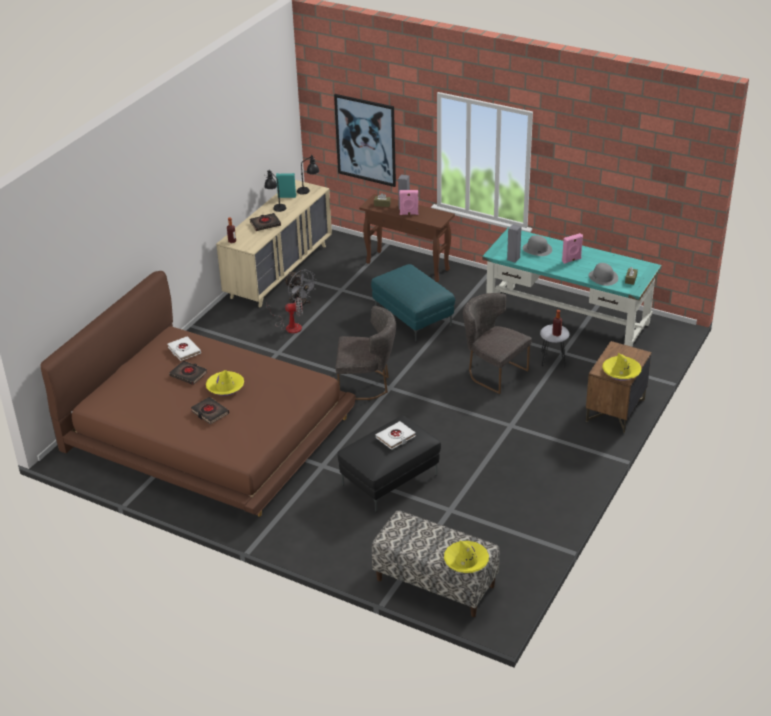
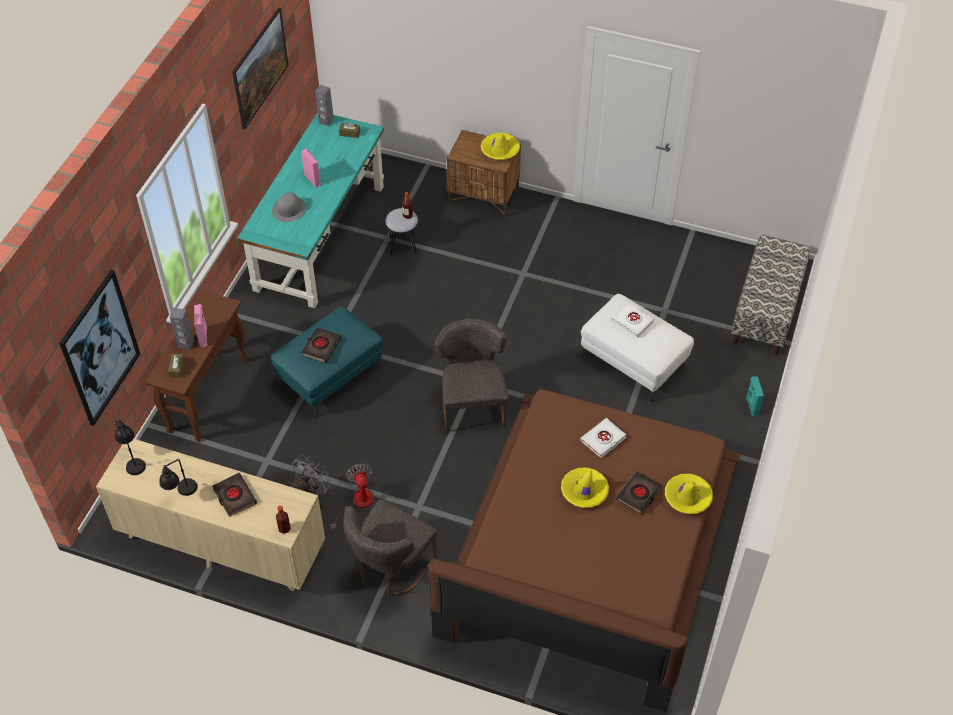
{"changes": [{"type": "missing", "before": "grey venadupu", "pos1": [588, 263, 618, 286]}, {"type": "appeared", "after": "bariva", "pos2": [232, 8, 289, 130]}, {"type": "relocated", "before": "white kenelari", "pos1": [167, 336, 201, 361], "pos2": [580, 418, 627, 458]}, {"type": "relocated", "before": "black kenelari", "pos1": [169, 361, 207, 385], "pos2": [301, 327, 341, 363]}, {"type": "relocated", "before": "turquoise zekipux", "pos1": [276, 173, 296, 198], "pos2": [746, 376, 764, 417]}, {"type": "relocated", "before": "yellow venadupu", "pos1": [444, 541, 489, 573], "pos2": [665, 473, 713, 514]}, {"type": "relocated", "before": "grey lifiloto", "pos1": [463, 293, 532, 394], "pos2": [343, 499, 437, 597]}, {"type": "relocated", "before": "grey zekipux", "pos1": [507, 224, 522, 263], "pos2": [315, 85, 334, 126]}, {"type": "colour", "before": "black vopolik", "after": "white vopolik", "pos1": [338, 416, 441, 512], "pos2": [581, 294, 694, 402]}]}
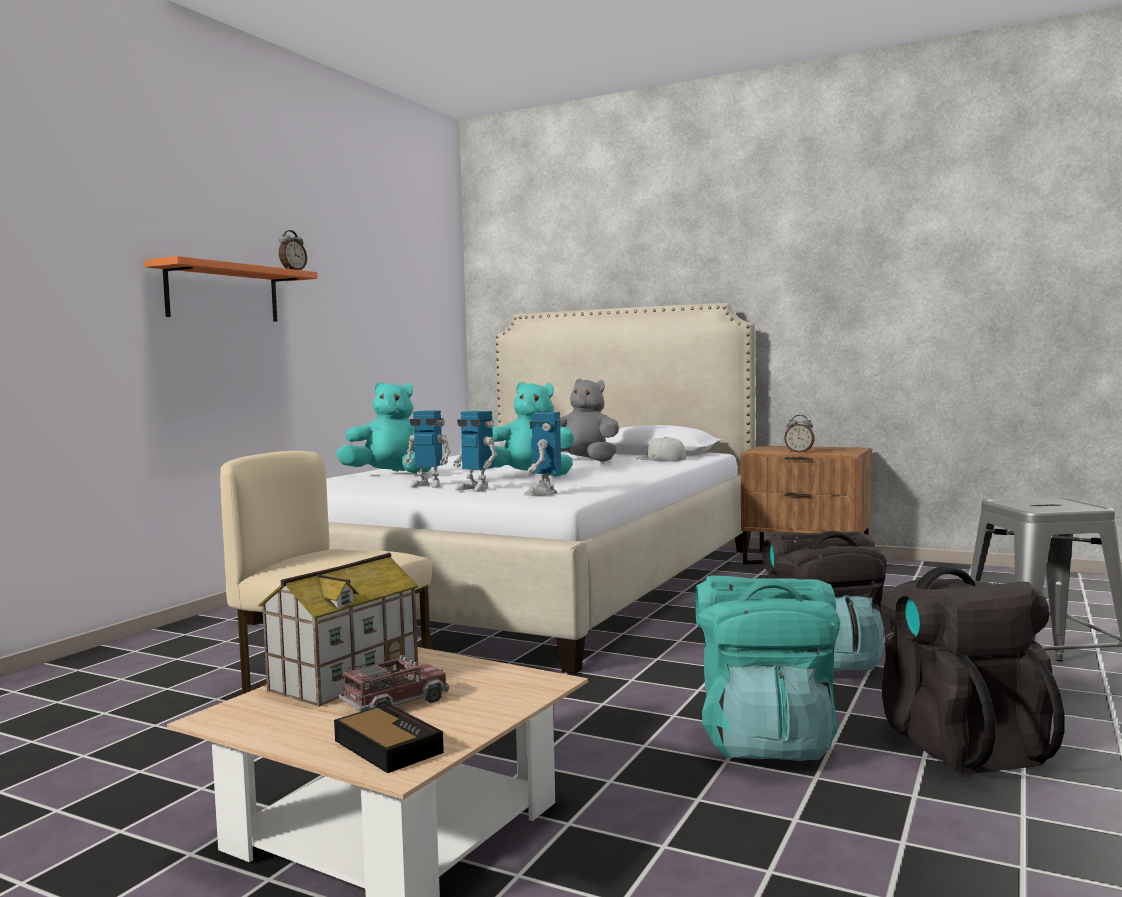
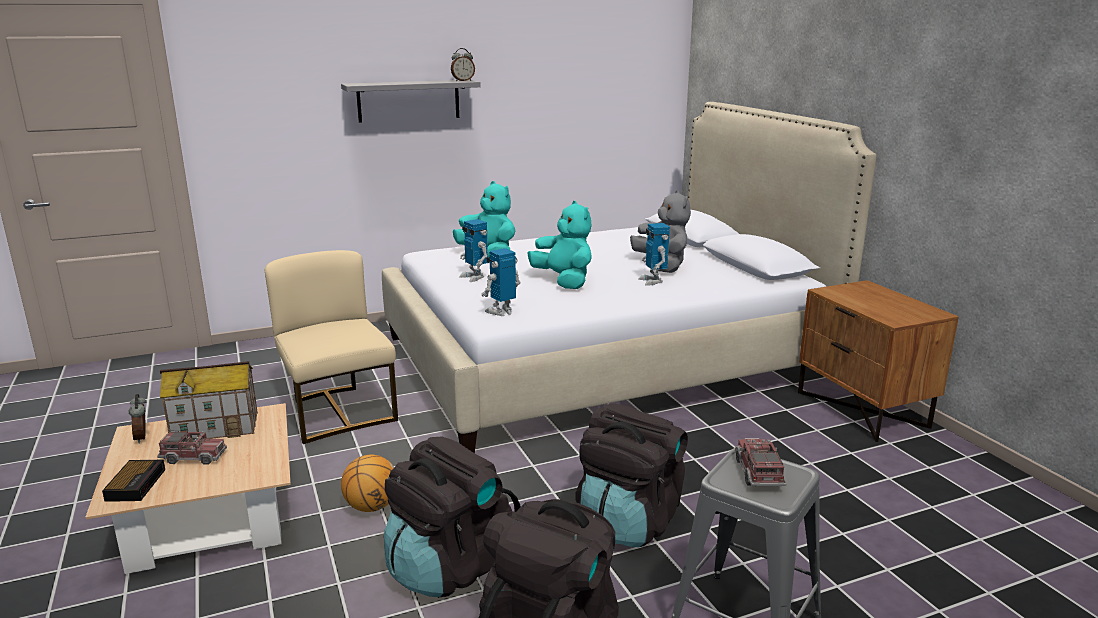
{"changes": [{"type": "missing", "before": "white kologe", "pos1": [636, 437, 686, 461]}, {"type": "appeared", "after": "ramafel", "pos2": [341, 455, 394, 512]}, {"type": "appeared", "after": "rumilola", "pos2": [735, 438, 787, 486]}, {"type": "relocated", "before": "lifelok", "pos1": [453, 411, 497, 492], "pos2": [639, 223, 670, 286]}, {"type": "relocated", "before": "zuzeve", "pos1": [784, 415, 815, 453], "pos2": [128, 394, 146, 444]}, {"type": "colour", "before": "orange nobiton", "after": "grey nobiton", "pos1": [145, 256, 318, 322], "pos2": [341, 80, 481, 123]}, {"type": "colour", "before": "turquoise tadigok", "after": "black tadigok", "pos1": [695, 575, 840, 761], "pos2": [384, 437, 521, 597]}]}
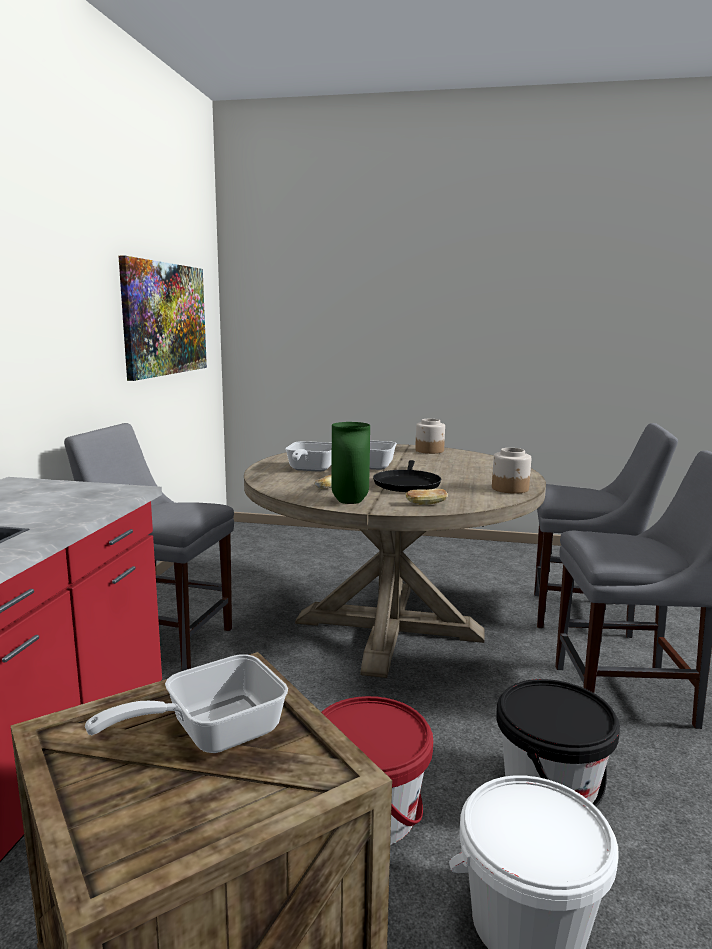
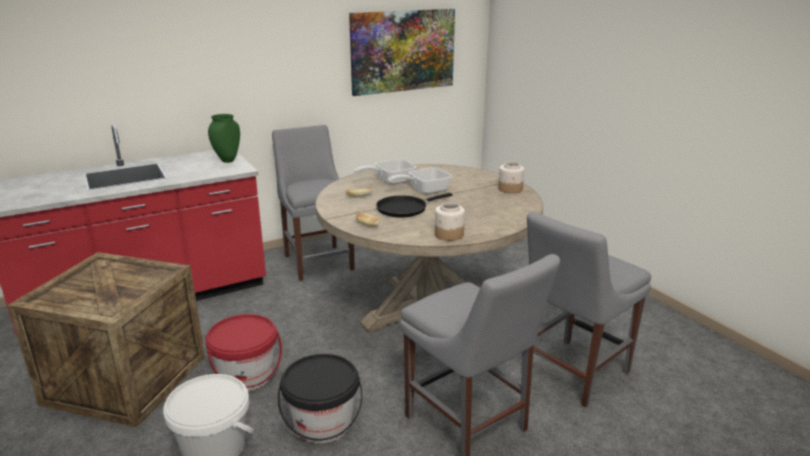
{"changes": [{"type": "missing", "before": "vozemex", "pos1": [85, 654, 288, 753]}, {"type": "relocated", "before": "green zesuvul", "pos1": [331, 422, 370, 504], "pos2": [208, 114, 240, 163]}, {"type": "spun", "before": "grey lifiloto", "pos1": [534, 423, 678, 638], "pos2": [521, 211, 651, 408], "turn": 75}]}
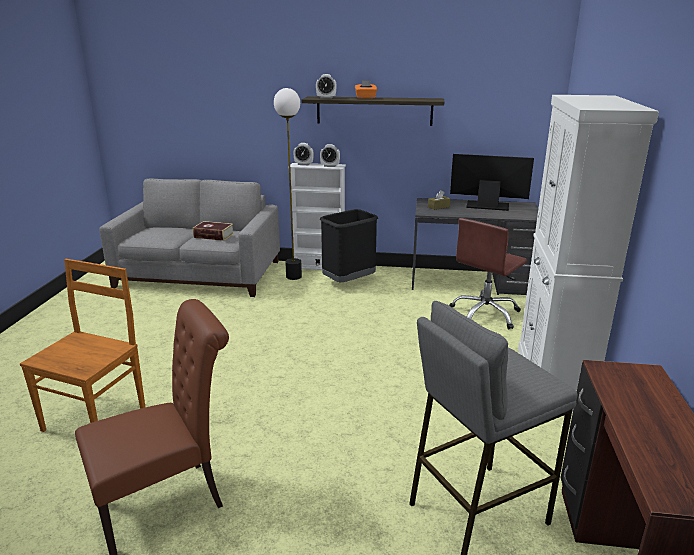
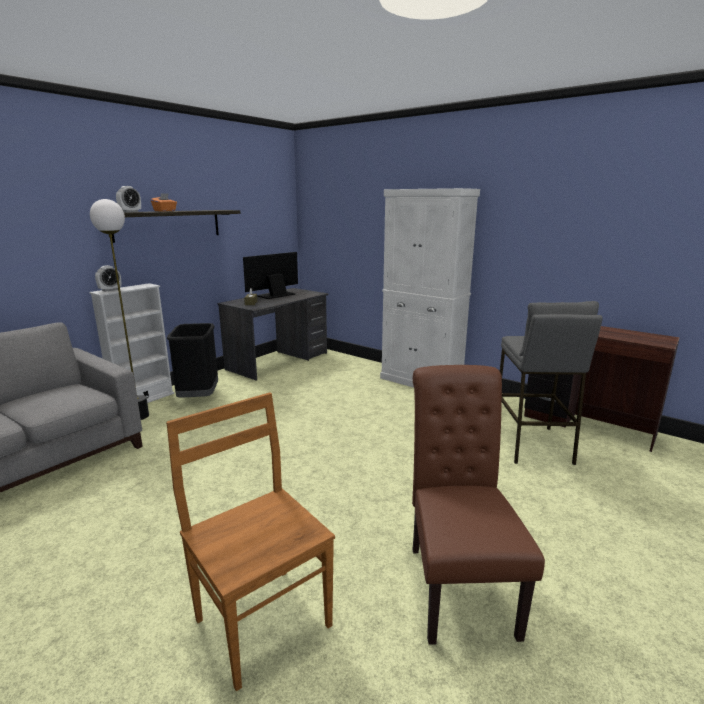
{"changes": [{"type": "missing", "before": "kenelari", "pos1": [193, 221, 234, 241]}, {"type": "missing", "before": "zuzeve", "pos1": [320, 144, 340, 167]}, {"type": "missing", "before": "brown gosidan", "pos1": [449, 218, 527, 329]}]}
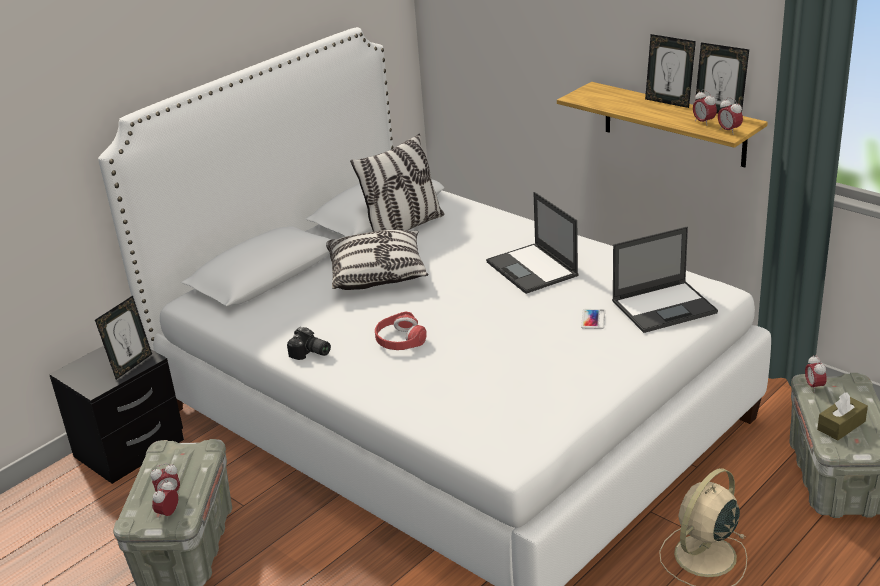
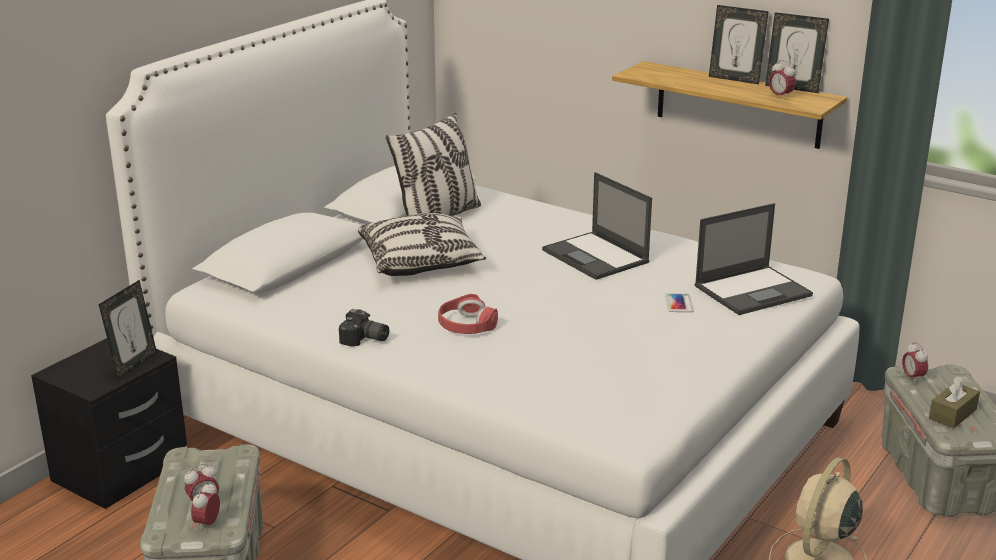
{"changes": [{"type": "missing", "before": "zuzeve", "pos1": [718, 97, 743, 135]}]}
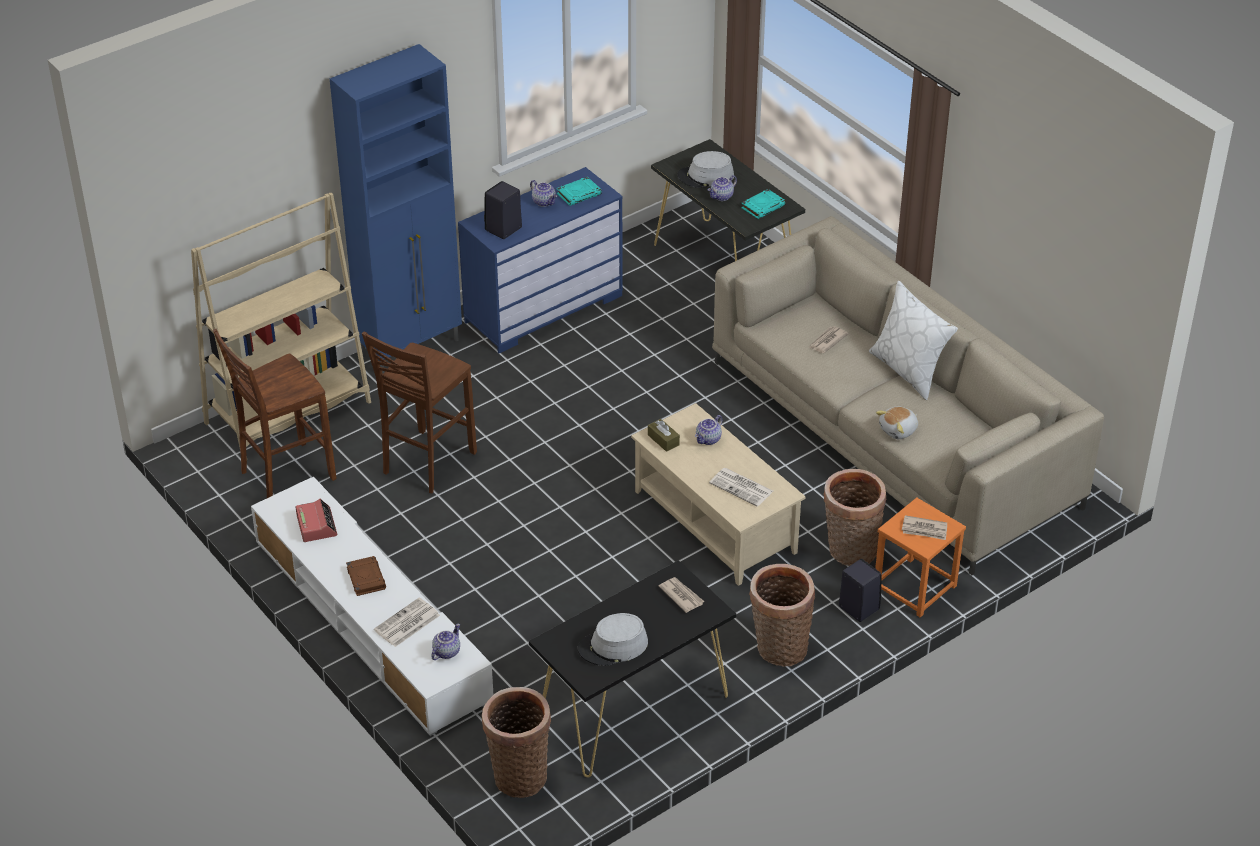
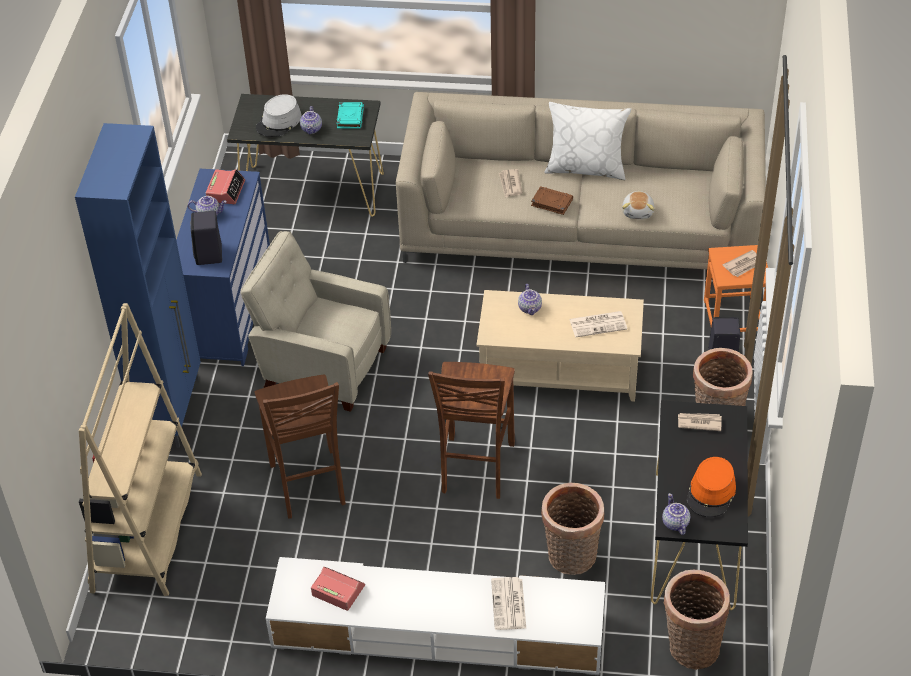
{"changes": [{"type": "missing", "before": "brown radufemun", "pos1": [648, 419, 680, 452]}, {"type": "appeared", "after": "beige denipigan", "pos2": [241, 231, 391, 412]}, {"type": "relocated", "before": "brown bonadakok", "pos1": [213, 329, 336, 498], "pos2": [428, 362, 515, 499]}, {"type": "relocated", "before": "brown kenelari", "pos1": [346, 556, 386, 596], "pos2": [531, 186, 573, 215]}, {"type": "relocated", "before": "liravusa", "pos1": [431, 624, 460, 660], "pos2": [662, 493, 690, 535]}, {"type": "relocated", "before": "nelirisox", "pos1": [823, 469, 887, 566], "pos2": [541, 483, 604, 575]}, {"type": "exchanged", "before": "turquoise kenelari", "after": "zuzeve", "pos1": [557, 177, 602, 206], "pos2": [206, 169, 245, 204]}, {"type": "colour", "before": "grey venadupu", "after": "orange venadupu", "pos1": [578, 613, 648, 666], "pos2": [687, 457, 736, 517]}]}
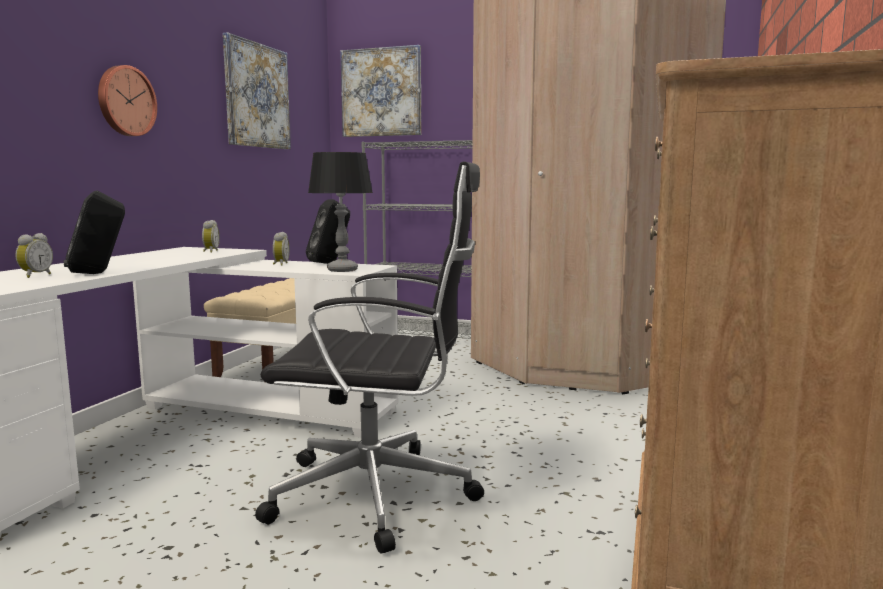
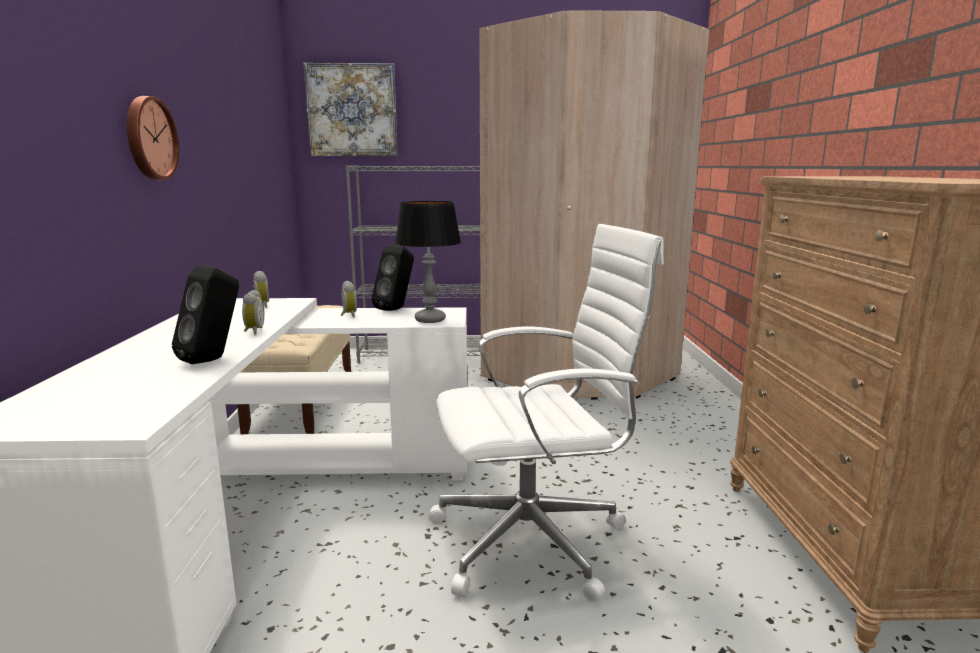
{"changes": [{"type": "missing", "before": "bariva", "pos1": [223, 32, 291, 149]}, {"type": "relocated", "before": "zuzeve", "pos1": [15, 233, 53, 278], "pos2": [242, 290, 264, 335]}, {"type": "colour", "before": "black gosidan", "after": "white gosidan", "pos1": [255, 161, 484, 554], "pos2": [428, 224, 664, 602]}]}
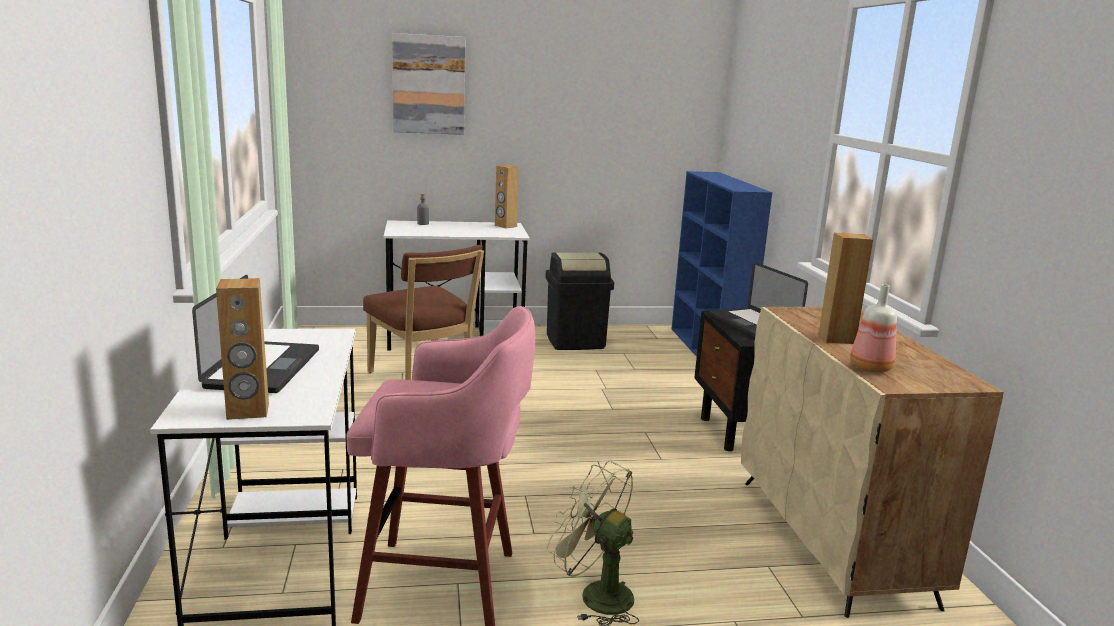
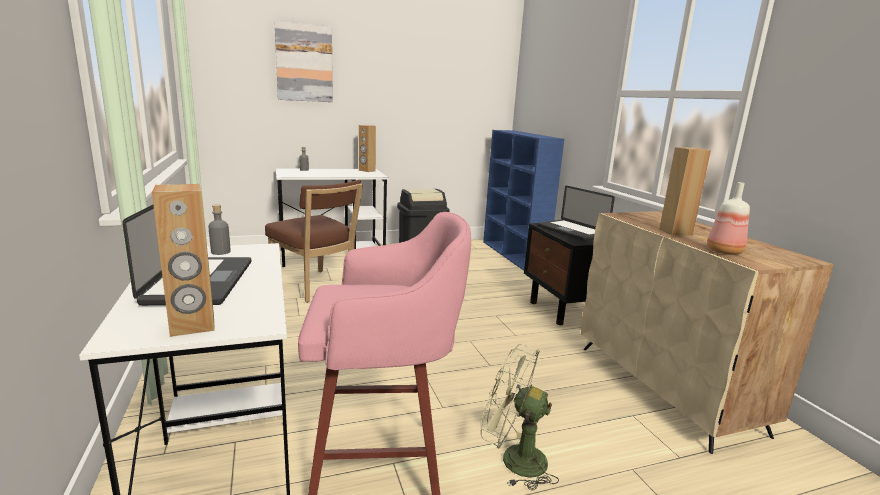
{"changes": [{"type": "appeared", "after": "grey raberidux", "pos2": [208, 204, 231, 255]}]}
